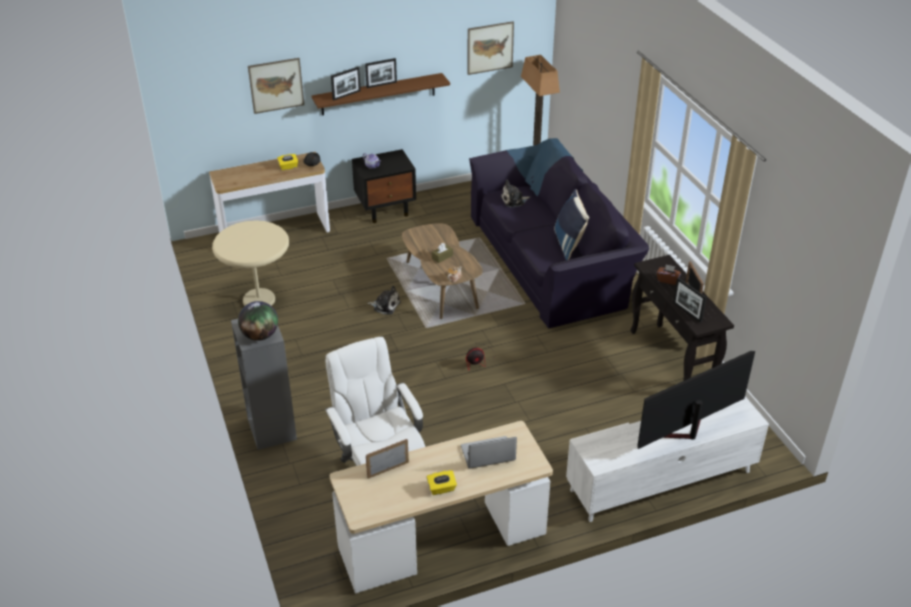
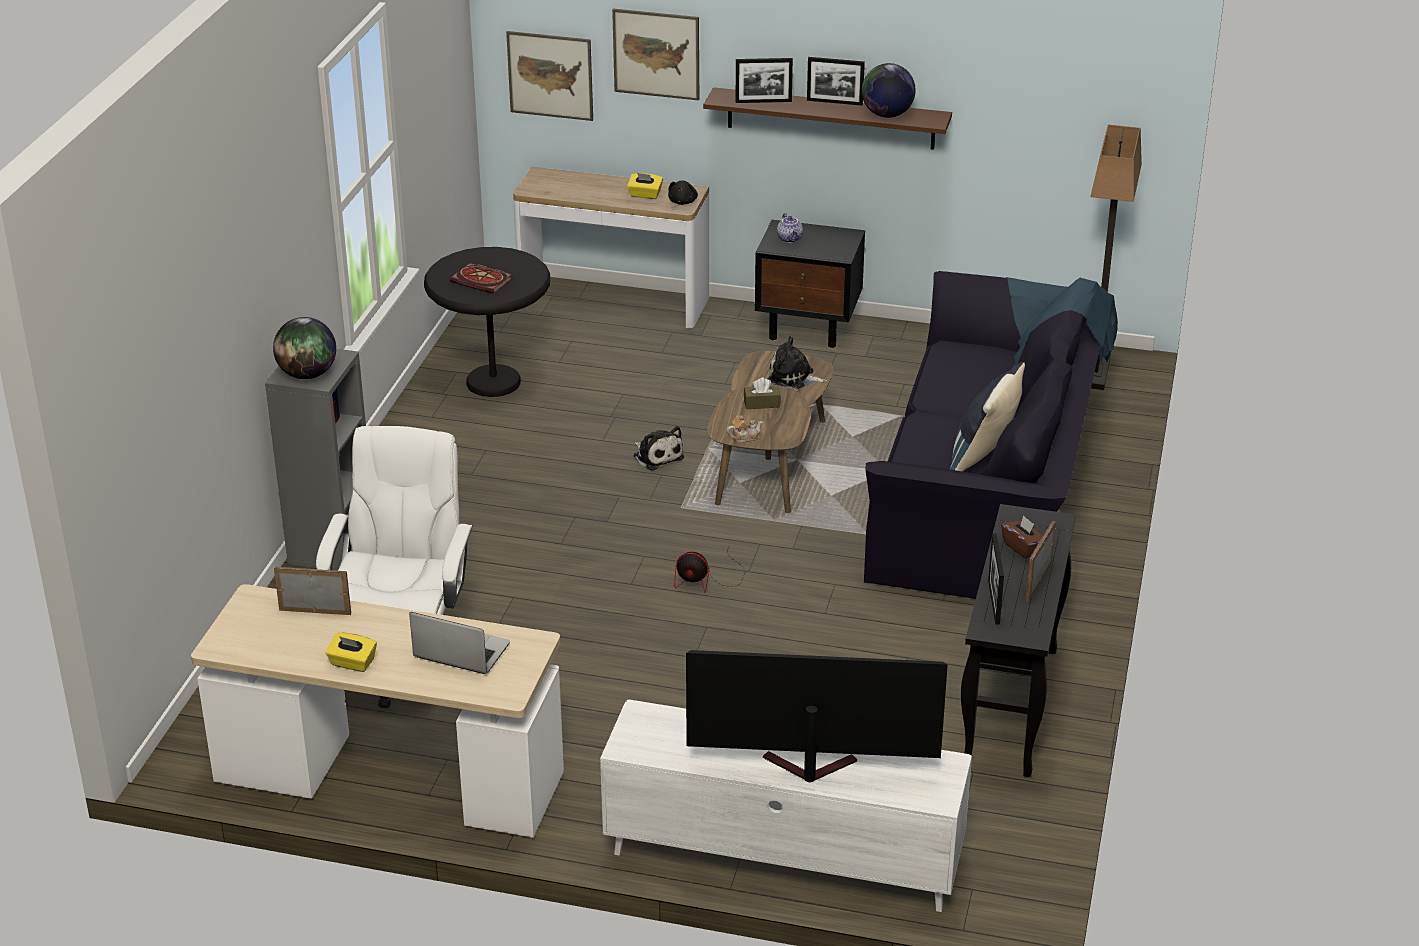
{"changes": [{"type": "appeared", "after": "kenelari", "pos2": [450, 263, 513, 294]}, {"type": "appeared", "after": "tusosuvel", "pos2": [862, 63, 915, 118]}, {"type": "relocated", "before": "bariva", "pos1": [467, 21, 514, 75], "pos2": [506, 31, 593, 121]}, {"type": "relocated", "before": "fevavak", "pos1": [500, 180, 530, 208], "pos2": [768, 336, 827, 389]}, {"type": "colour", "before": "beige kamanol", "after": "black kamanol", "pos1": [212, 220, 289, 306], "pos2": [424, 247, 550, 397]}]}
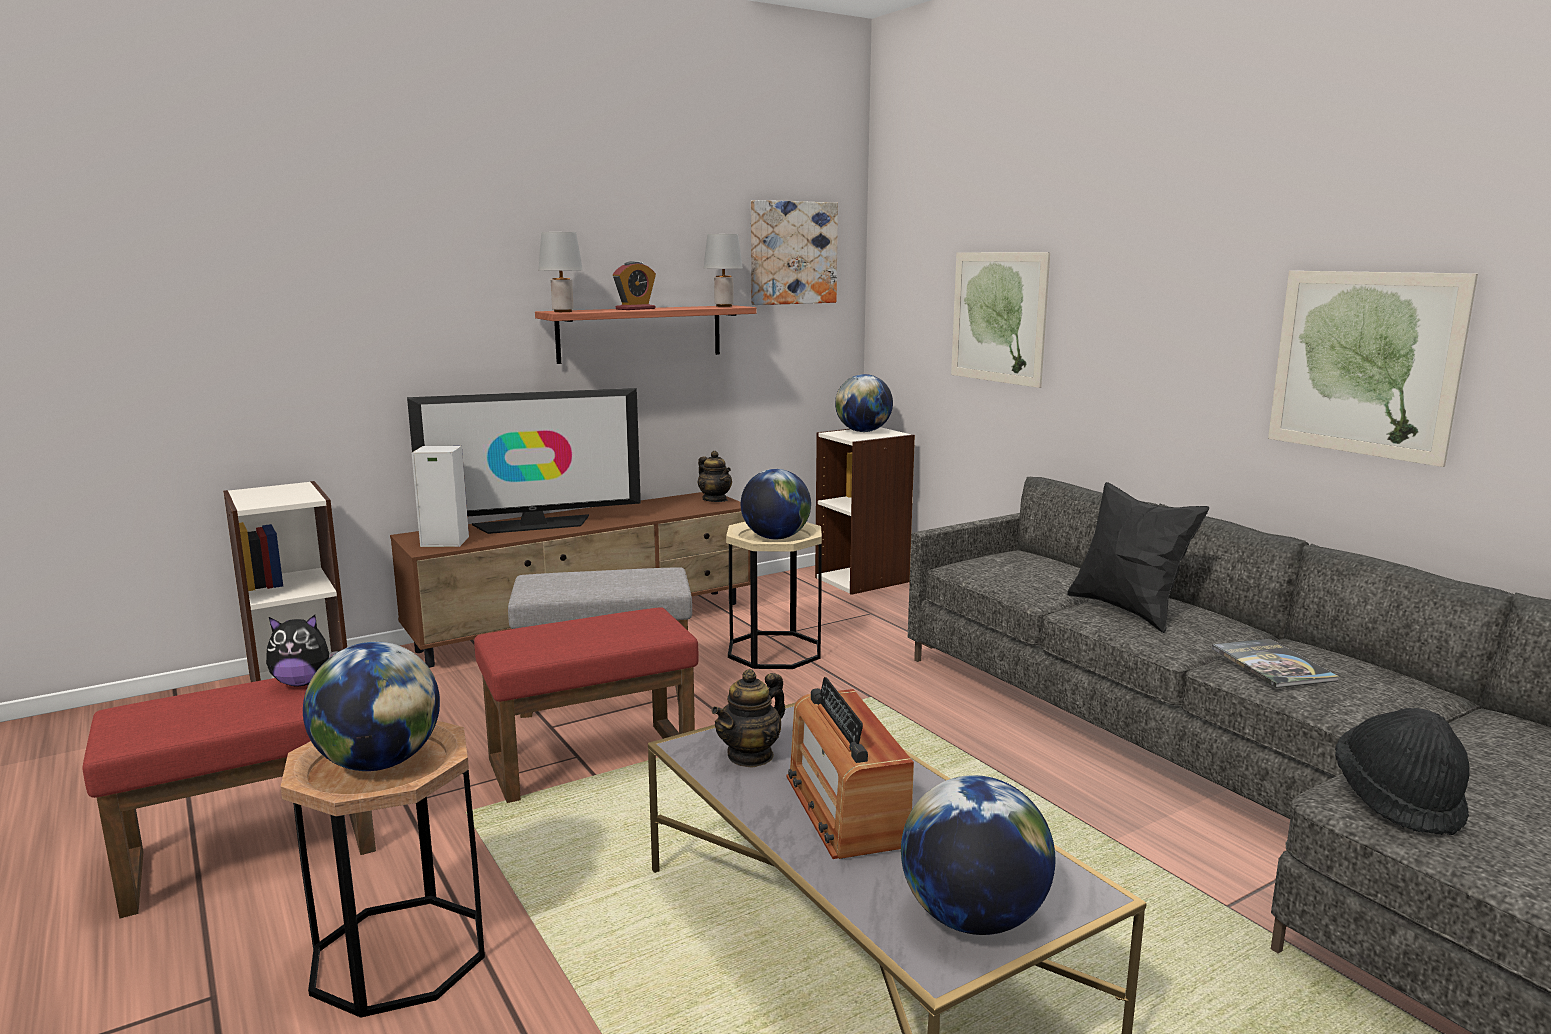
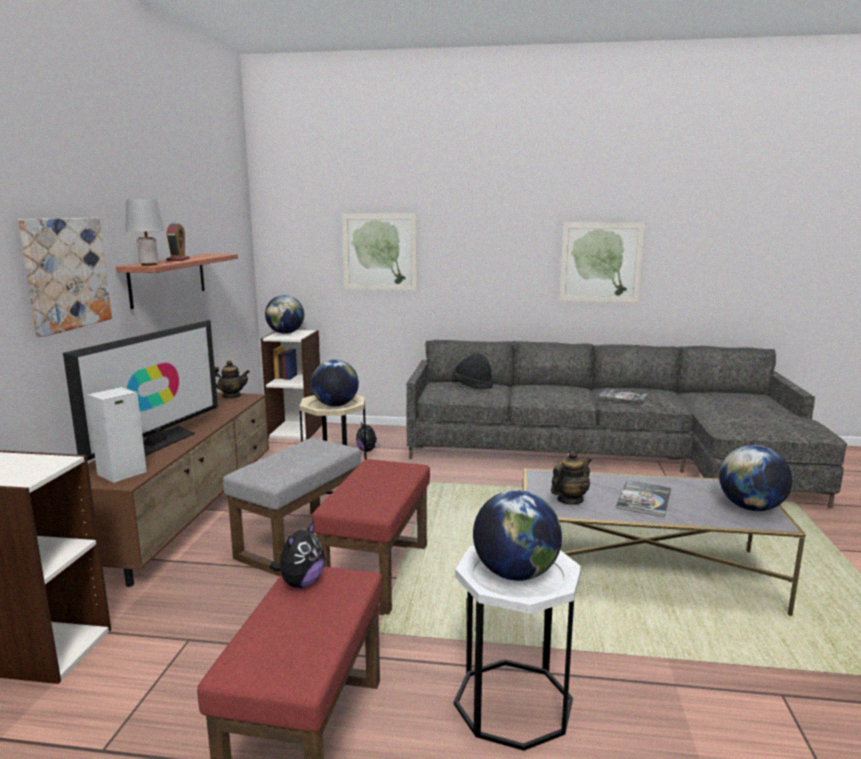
{"changes": [{"type": "missing", "before": "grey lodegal", "pos1": [704, 234, 743, 307]}, {"type": "missing", "before": "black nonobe", "pos1": [1067, 482, 1209, 633]}, {"type": "appeared", "after": "fevavak", "pos2": [356, 422, 380, 452]}, {"type": "relocated", "before": "bariva", "pos1": [751, 200, 838, 305], "pos2": [18, 218, 112, 337]}, {"type": "relocated", "before": "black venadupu", "pos1": [1335, 708, 1469, 835], "pos2": [453, 353, 493, 389]}, {"type": "exchanged", "before": "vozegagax", "after": "kenelari", "pos1": [787, 677, 914, 859], "pos2": [616, 481, 671, 517]}, {"type": "colour", "before": "brown kamanol", "after": "white kamanol", "pos1": [280, 720, 485, 1018], "pos2": [454, 545, 581, 751]}, {"type": "spun", "before": "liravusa", "pos1": [712, 669, 785, 768], "pos2": [551, 451, 592, 504], "turn": -120}]}
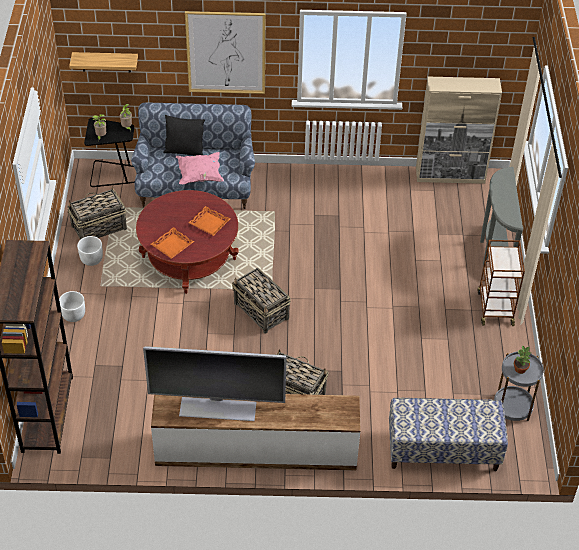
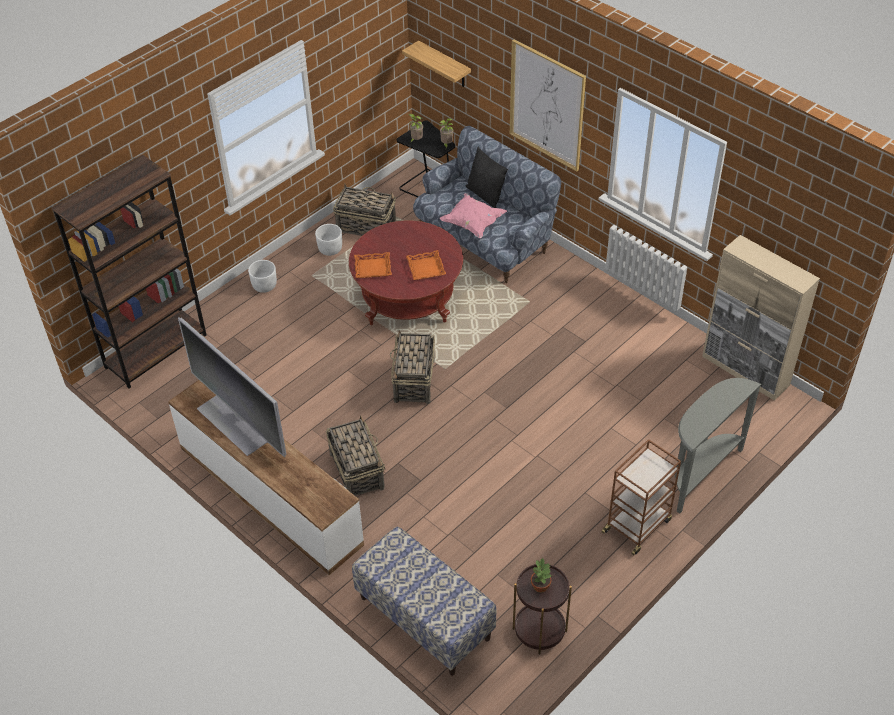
{"changes": [{"type": "colour", "before": "grey kamanol", "after": "brown kamanol", "pos1": [494, 351, 544, 421], "pos2": [513, 564, 572, 654]}]}
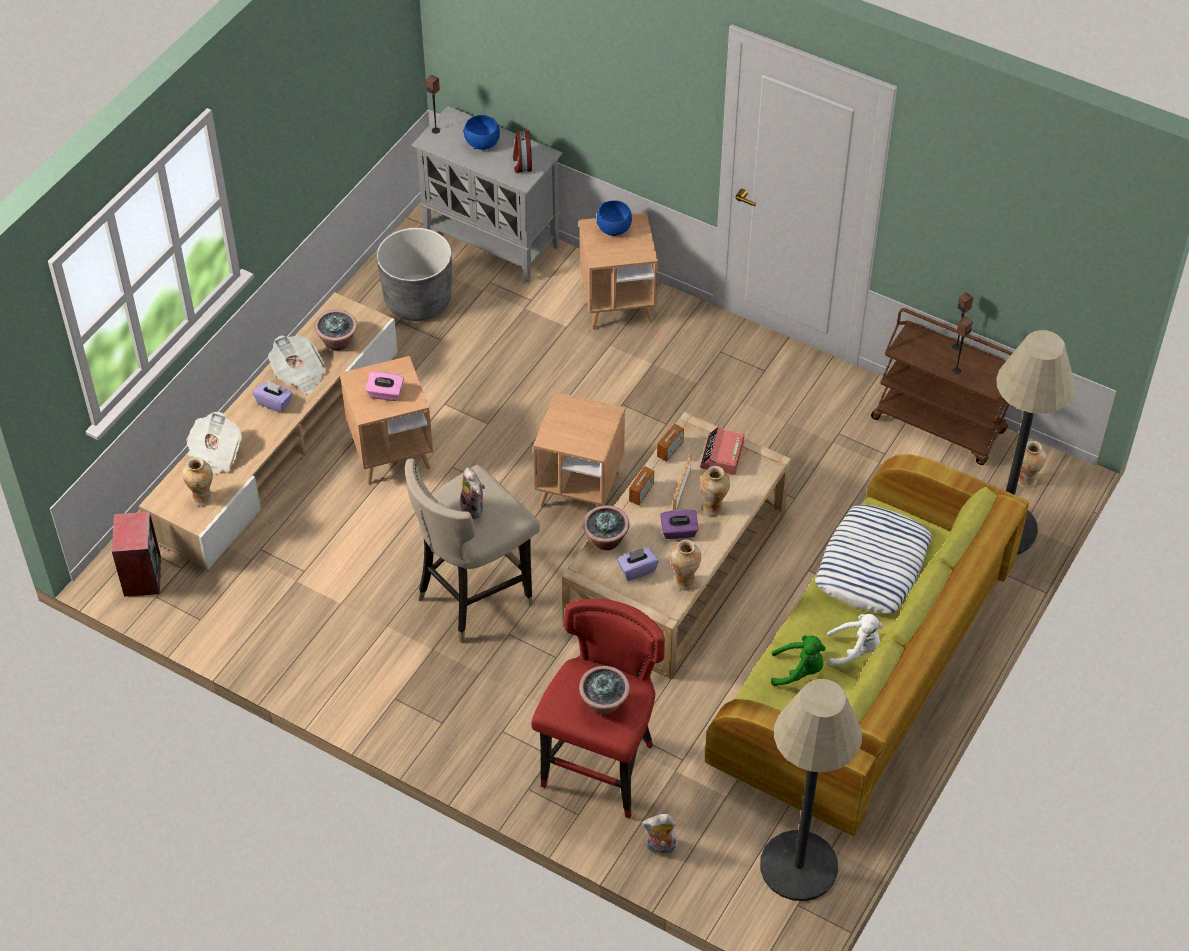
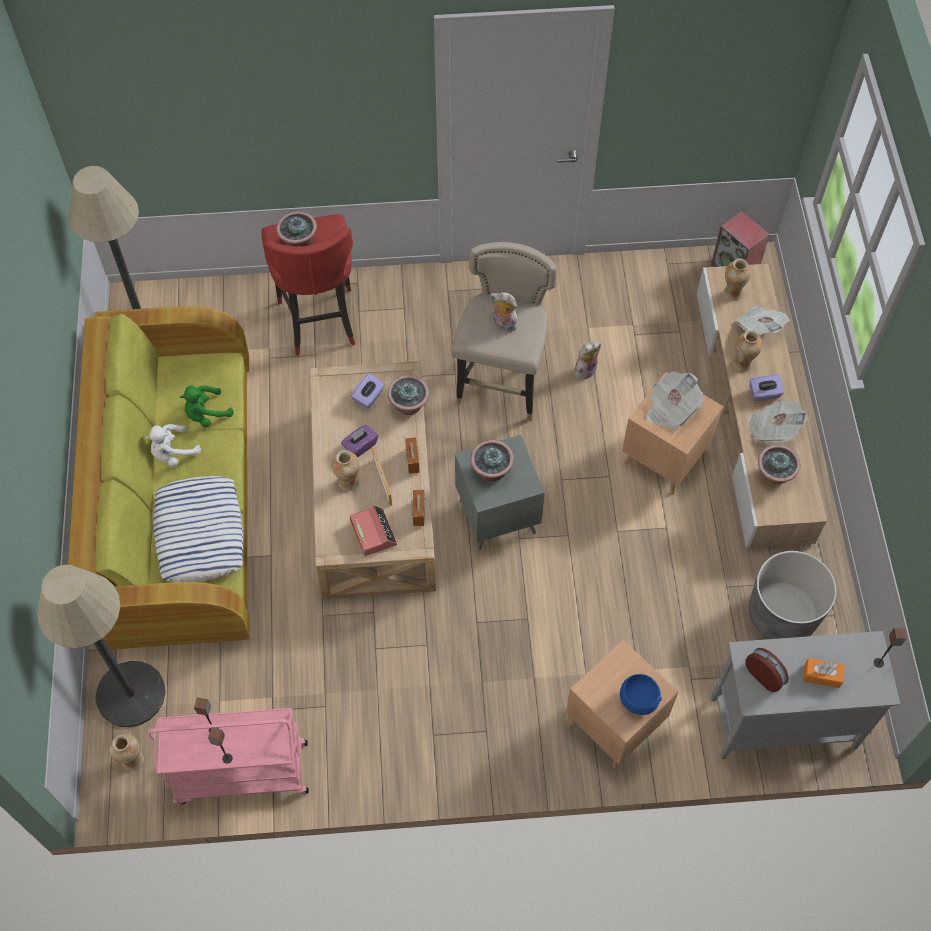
{"changes": [{"type": "appeared", "after": "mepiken", "pos2": [471, 440, 514, 481]}, {"type": "relocated", "before": "fevavak", "pos1": [641, 814, 677, 854], "pos2": [575, 342, 601, 379]}, {"type": "relocated", "before": "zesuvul", "pos1": [670, 540, 701, 591], "pos2": [733, 330, 763, 372]}, {"type": "exchanged", "before": "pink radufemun", "after": "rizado", "pos1": [366, 371, 404, 401], "pos2": [646, 371, 704, 431]}, {"type": "exchanged", "before": "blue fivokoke", "after": "orange radufemun", "pos1": [463, 115, 500, 150], "pos2": [803, 658, 845, 688]}, {"type": "colour", "before": "brown kamanol", "after": "grey kamanol", "pos1": [533, 392, 625, 507], "pos2": [455, 435, 545, 551]}, {"type": "colour", "before": "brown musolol", "after": "pink musolol", "pos1": [871, 308, 1013, 465], "pos2": [149, 708, 309, 805]}]}
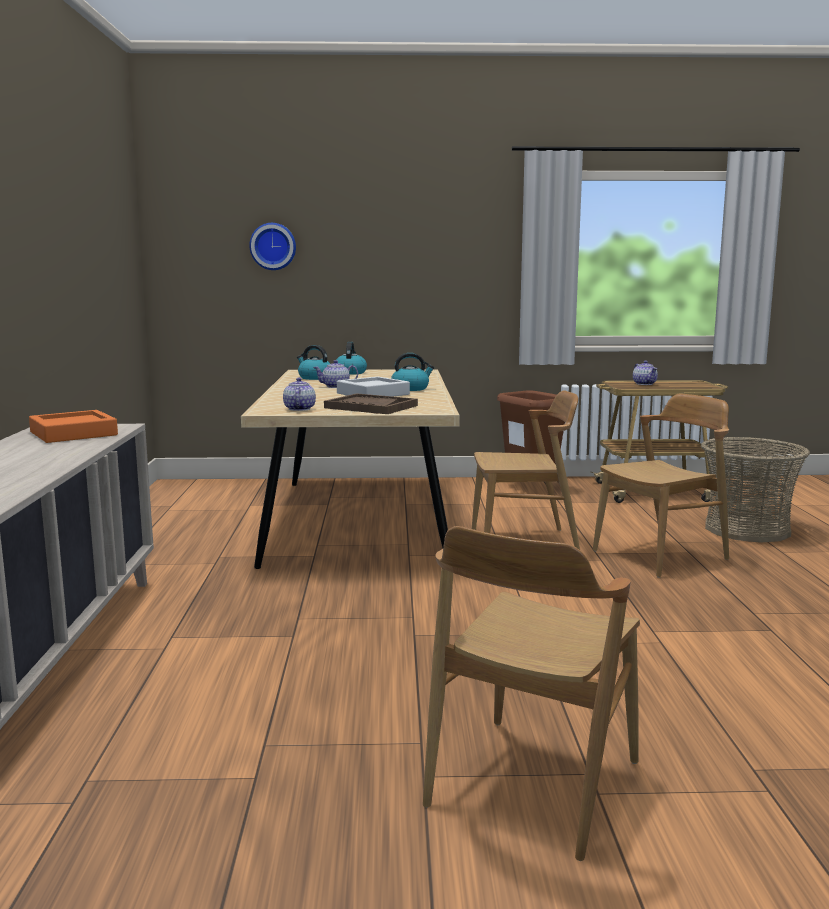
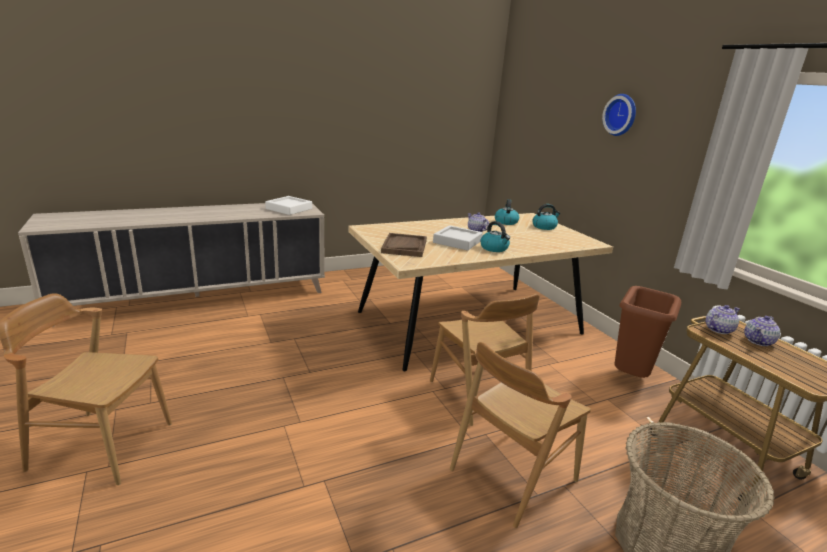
{"changes": [{"type": "relocated", "before": "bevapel", "pos1": [249, 223, 296, 270], "pos2": [602, 94, 636, 136]}, {"type": "relocated", "before": "liravusa", "pos1": [283, 378, 316, 411], "pos2": [705, 305, 740, 334]}, {"type": "colour", "before": "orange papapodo", "after": "white papapodo", "pos1": [29, 410, 118, 443], "pos2": [265, 196, 312, 215]}, {"type": "spun", "before": "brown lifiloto", "pos1": [593, 393, 729, 577], "pos2": [450, 342, 591, 528], "turn": 105}]}
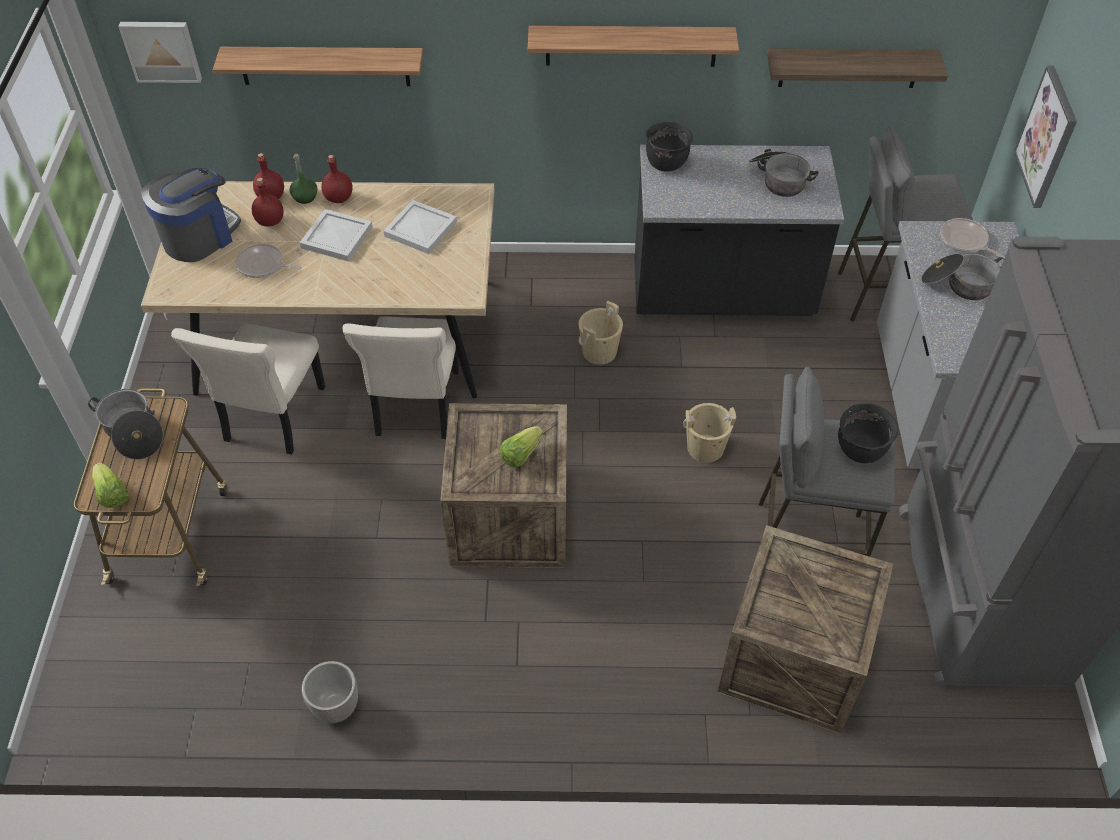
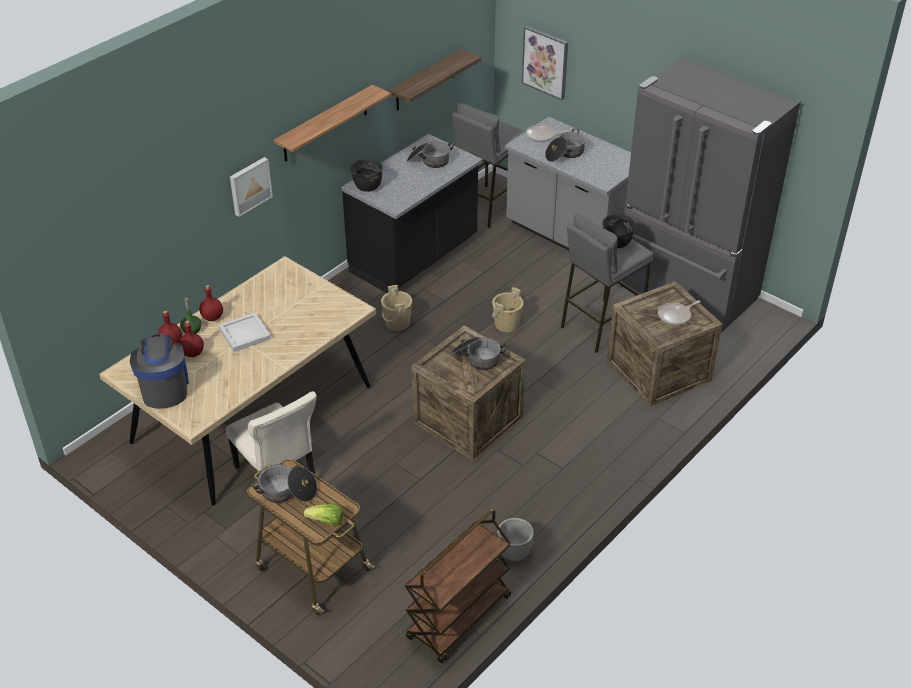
{"changes": [{"type": "missing", "before": "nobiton", "pos1": [213, 47, 423, 86]}, {"type": "missing", "before": "beige lifiloto", "pos1": [343, 316, 459, 439]}, {"type": "missing", "before": "white papapodo", "pos1": [383, 200, 457, 254]}, {"type": "appeared", "after": "brown musolol", "pos2": [405, 509, 511, 663]}, {"type": "relocated", "before": "bariva", "pos1": [118, 22, 202, 83], "pos2": [230, 157, 273, 217]}, {"type": "relocated", "before": "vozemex", "pos1": [235, 243, 302, 278], "pos2": [658, 300, 701, 325]}, {"type": "exchanged", "before": "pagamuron", "after": "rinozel", "pos1": [500, 426, 543, 468], "pos2": [451, 337, 507, 370]}]}
